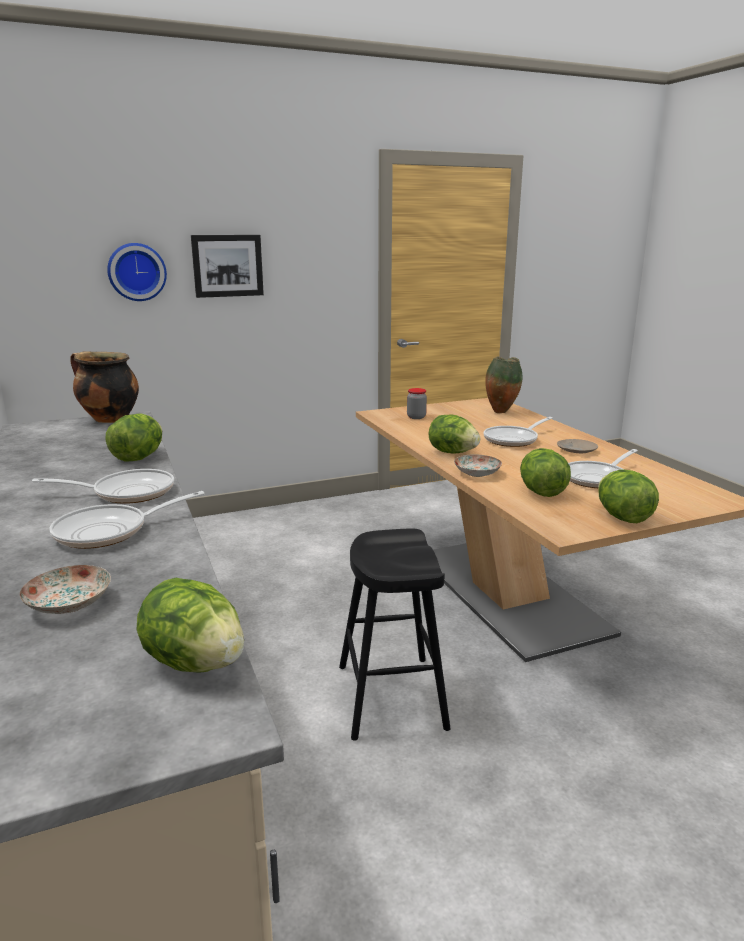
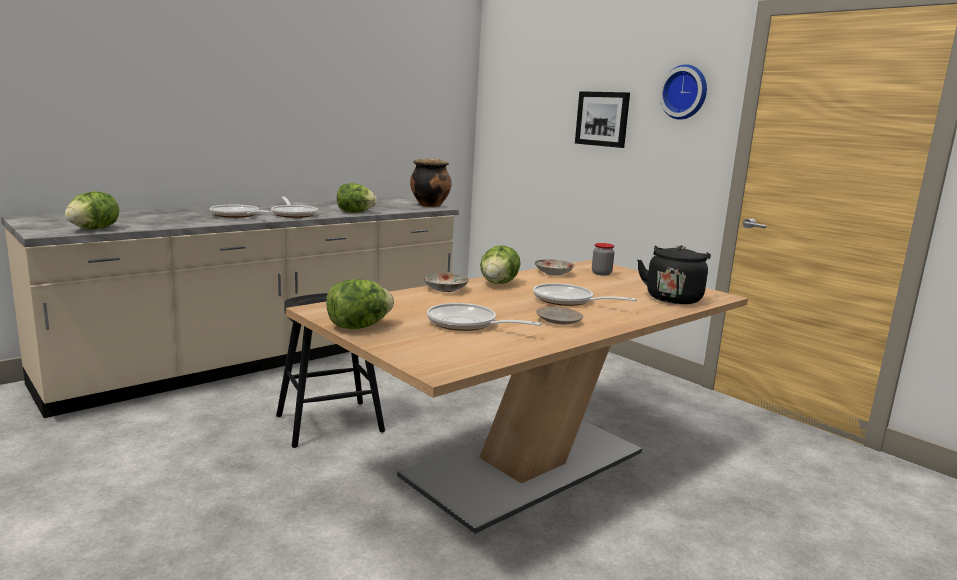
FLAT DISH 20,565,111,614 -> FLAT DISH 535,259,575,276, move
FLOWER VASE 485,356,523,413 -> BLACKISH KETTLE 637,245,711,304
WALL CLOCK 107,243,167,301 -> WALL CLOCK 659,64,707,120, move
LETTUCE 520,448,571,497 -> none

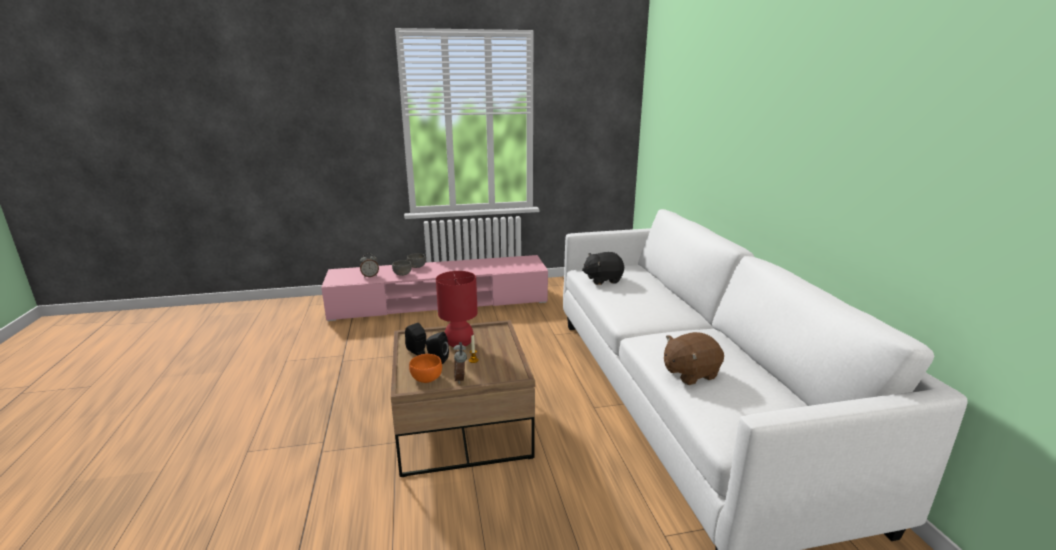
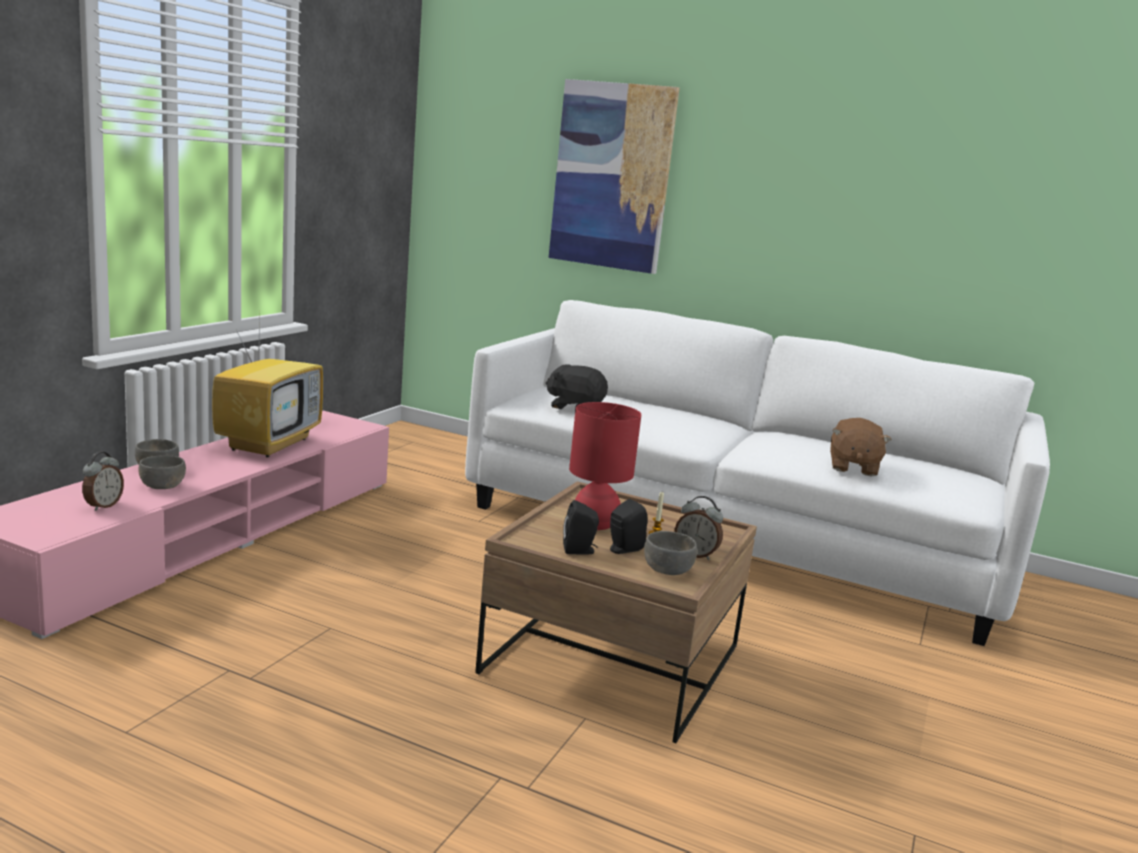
none -> TELEVISION 212,303,323,457
BLACKISH PLUSH TOY 582,252,624,285 -> BLACKISH PLUSH TOY 546,364,608,410, 90 degrees clockwise
none -> PICTURE 549,79,680,274
ORANGEY BOWL 409,354,442,383 -> GREY BOWL 644,531,697,575

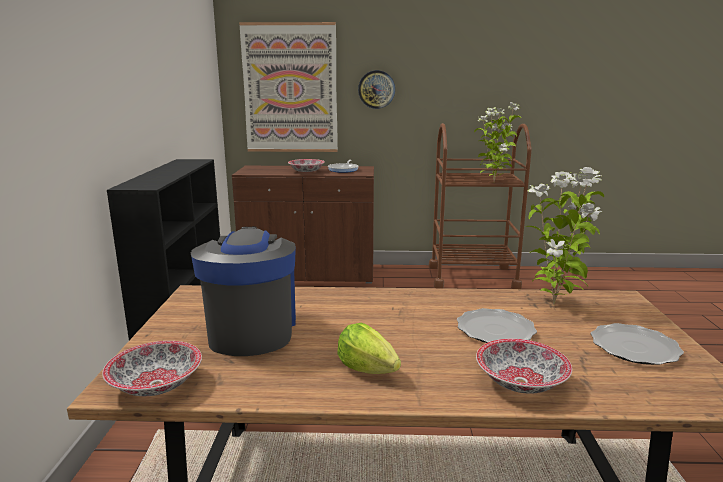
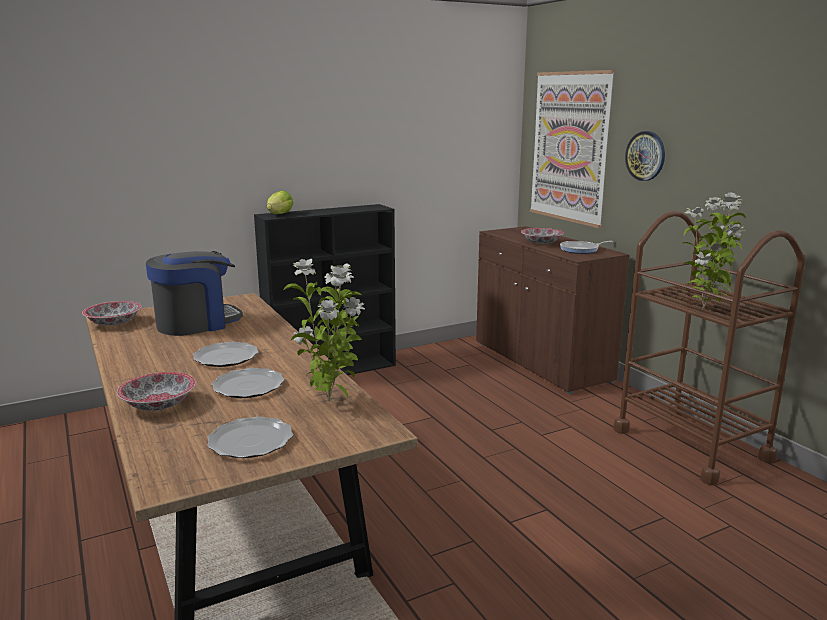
none -> FLAT DISH 193,342,259,367
LETTUCE 337,323,401,374 -> LETTUCE 267,190,294,214, move

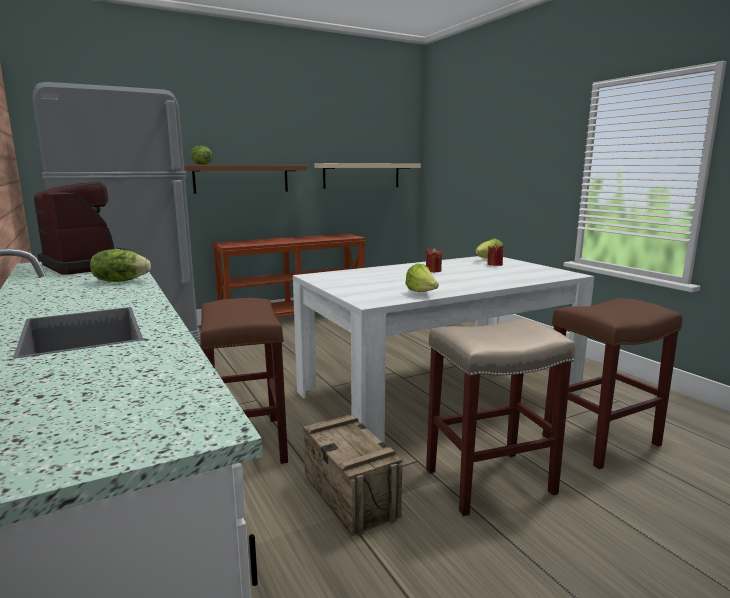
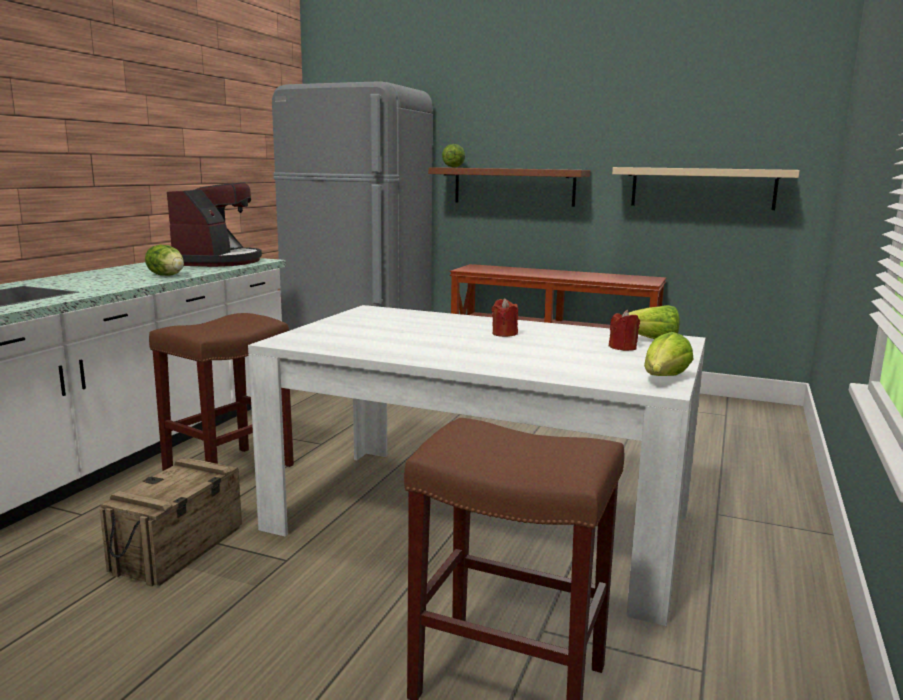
LETTUCE 405,264,439,292 -> LETTUCE 644,332,693,376, move
BEIGE SITTING STOOL 426,319,575,516 -> none

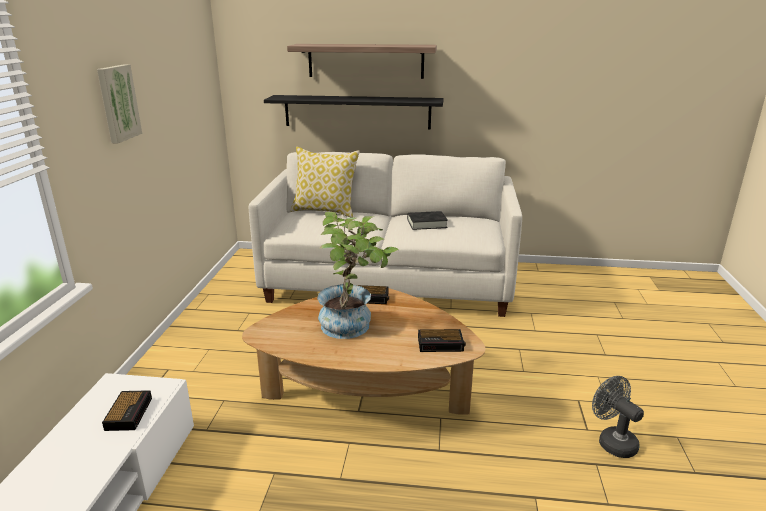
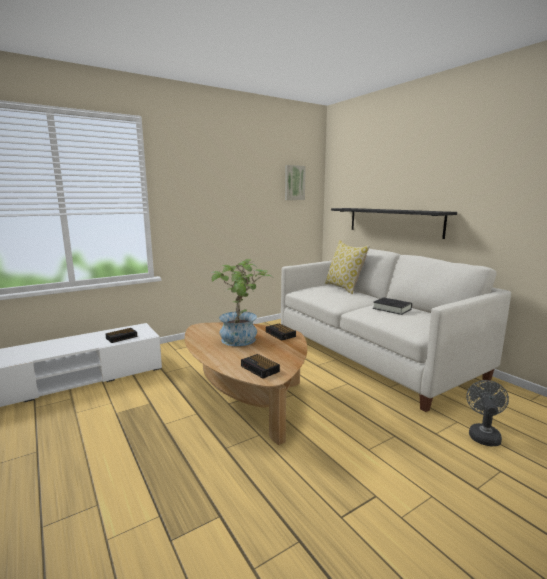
PICTURE 97,64,142,143 -> PICTURE 285,165,306,200, move
GREY ELECTRIC FAN 592,376,644,458 -> GREY ELECTRIC FAN 466,380,509,446, move
WALL SHELF 287,44,437,79 -> none

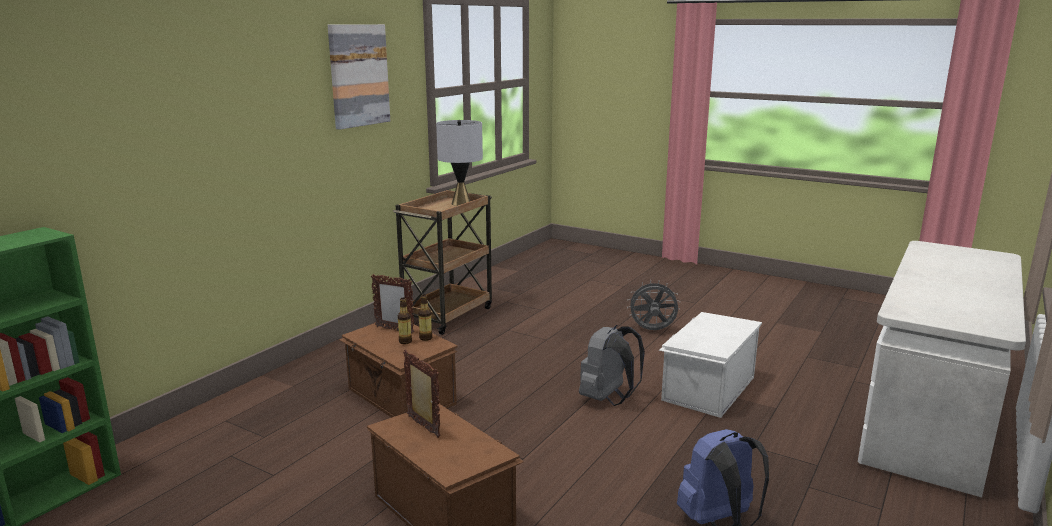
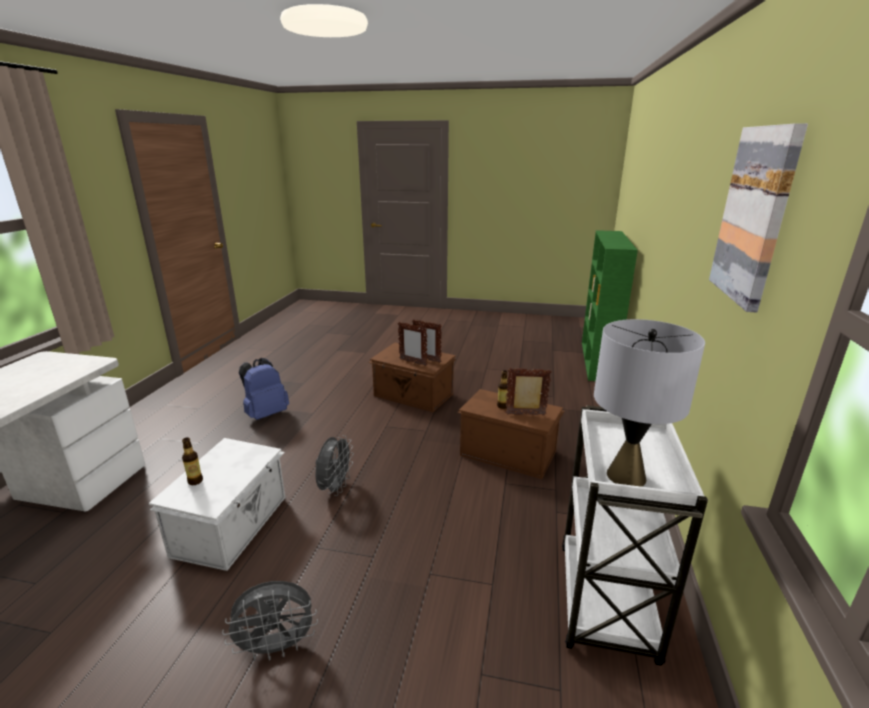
DRINK BOTTLE 418,294,432,341 -> DRINK BOTTLE 182,437,203,485, move
GREY RUCKSACK 579,325,645,406 -> GREY ELECTRIC FAN 315,435,354,496
none -> PHOTO FRAME 398,322,427,366
BROWN WHEELED CART 393,190,492,335 -> WHITE WHEELED CART 562,405,708,666

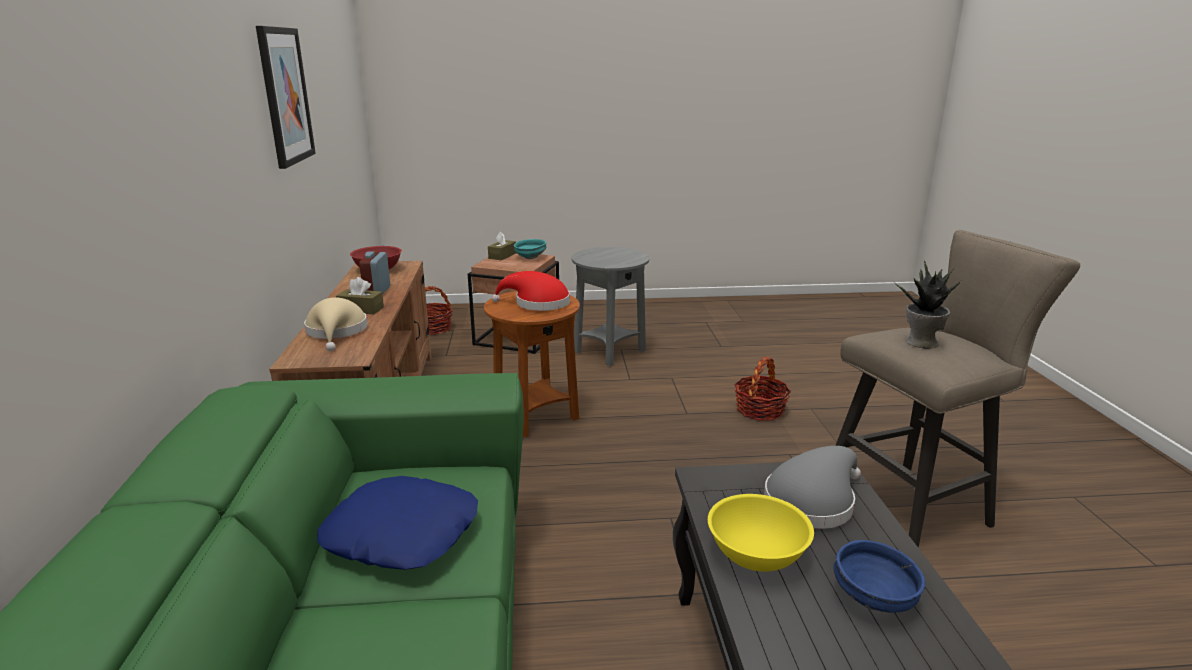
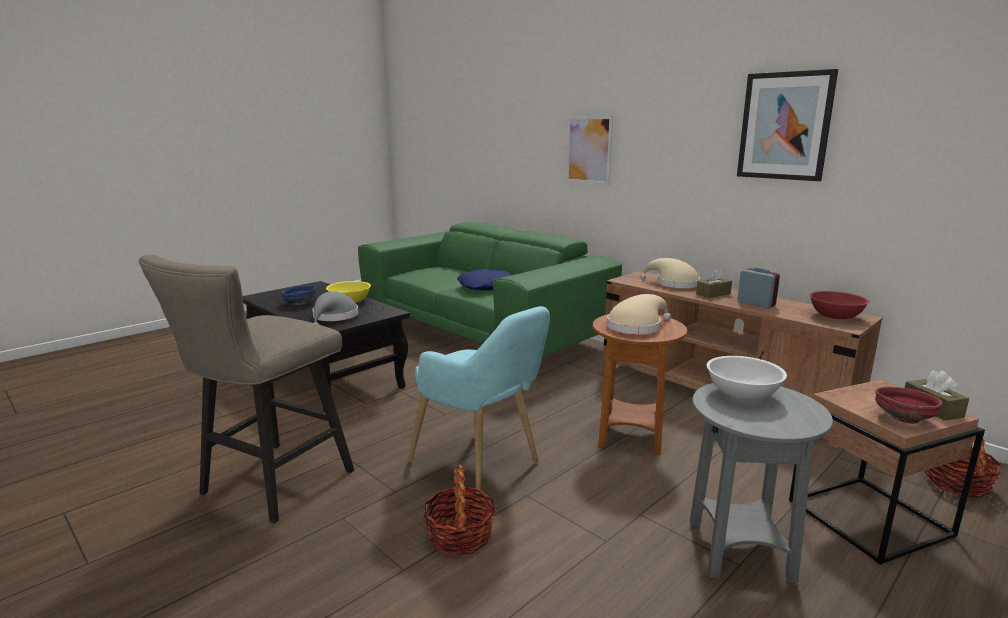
none -> TURQUOISE LOUNGE CHAIR 408,306,550,494
none -> PICTURE 566,116,613,185
RED-COLOURED HAT 492,271,570,311 -> BEIGE HAT 607,294,671,334
none -> WHITE BOWL 707,356,787,401
TURQUOISE BOWL 514,239,546,259 -> RED-COLOURED BOWL 875,387,942,424
PLANT IN A POT 894,261,961,349 -> none

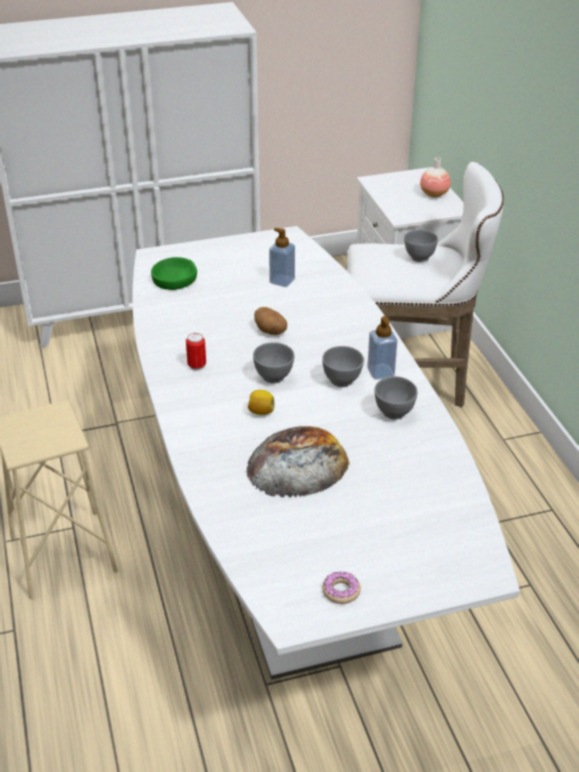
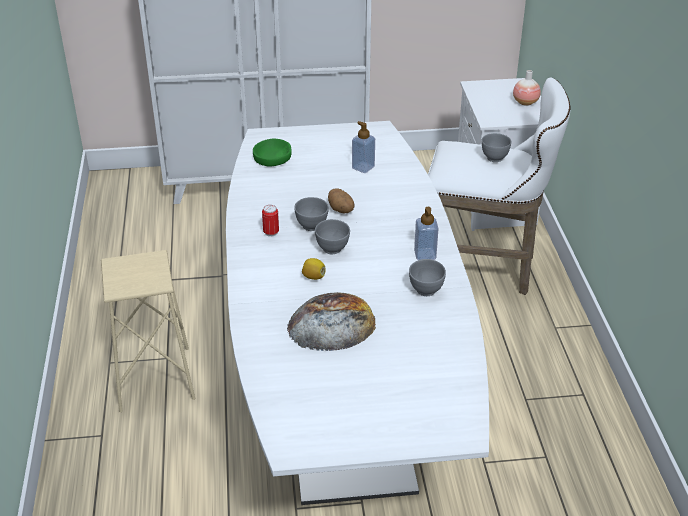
GREY BOWL 322,346,364,387 -> GREY BOWL 294,197,329,231, move
DONUT 322,571,361,604 -> none

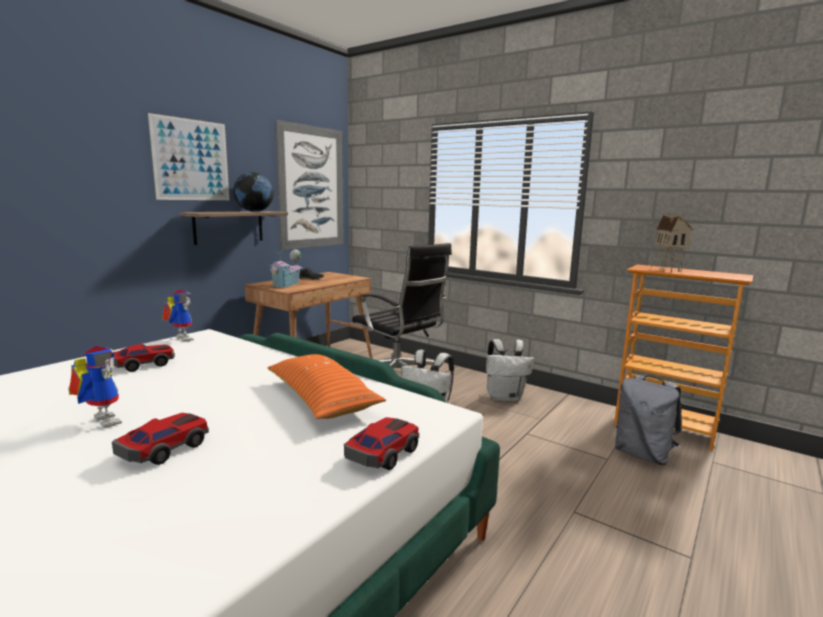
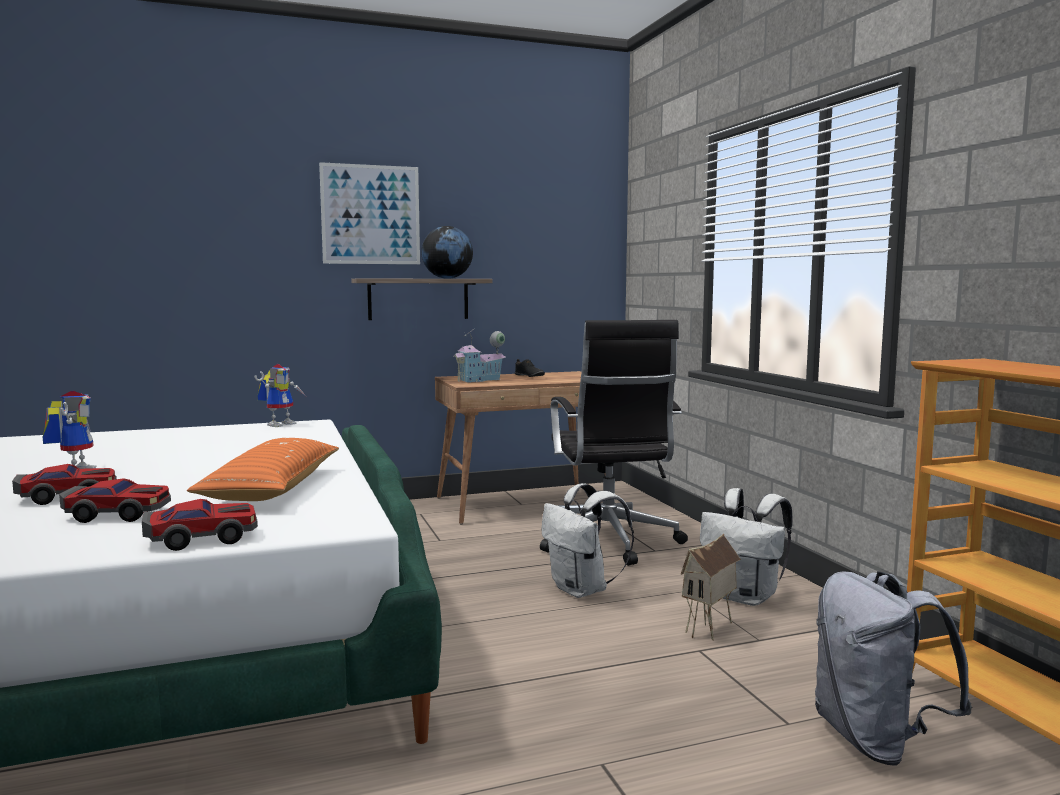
MODEL CAR 114,344,175,372 -> MODEL CAR 59,478,171,523, move
MODEL ROBOT 162,290,194,342 -> MODEL ROBOT 254,364,306,427, 45 degrees clockwise
MINIATURE HOUSE 651,214,694,273 -> MINIATURE HOUSE 681,534,741,641, move
PICTURE 275,120,343,250 -> none

